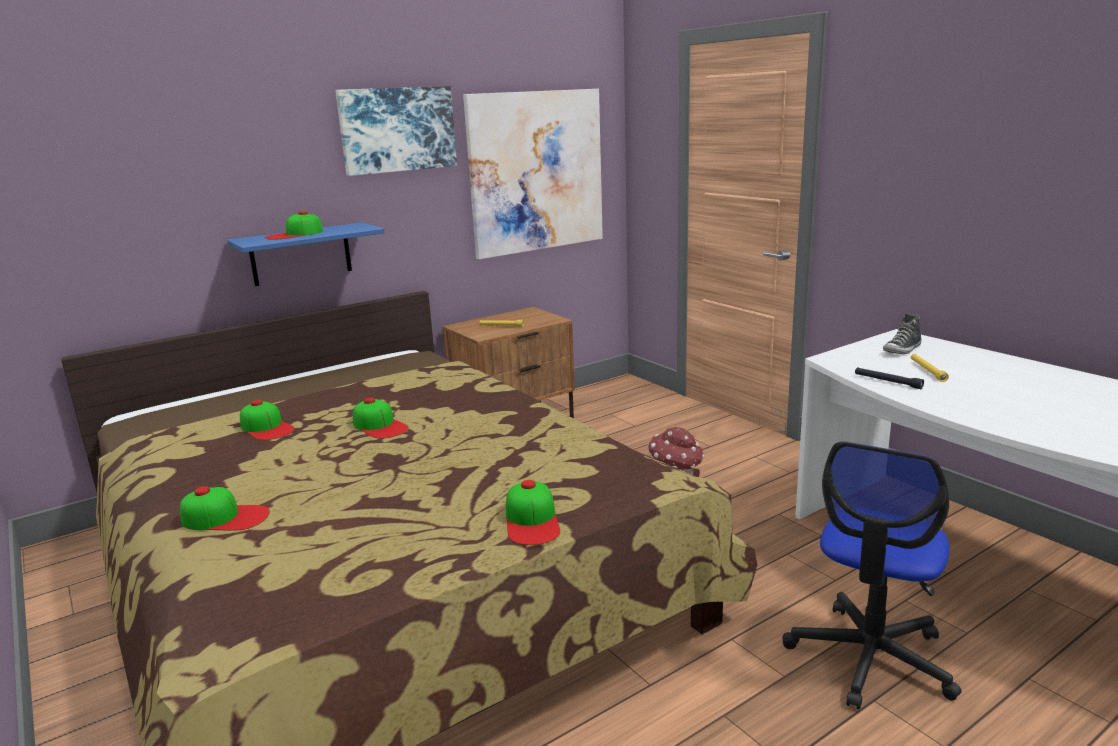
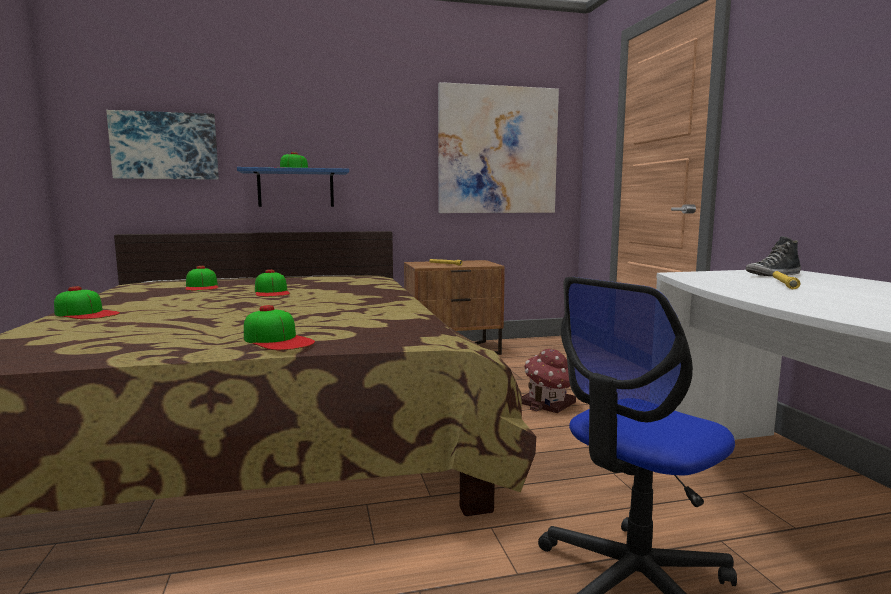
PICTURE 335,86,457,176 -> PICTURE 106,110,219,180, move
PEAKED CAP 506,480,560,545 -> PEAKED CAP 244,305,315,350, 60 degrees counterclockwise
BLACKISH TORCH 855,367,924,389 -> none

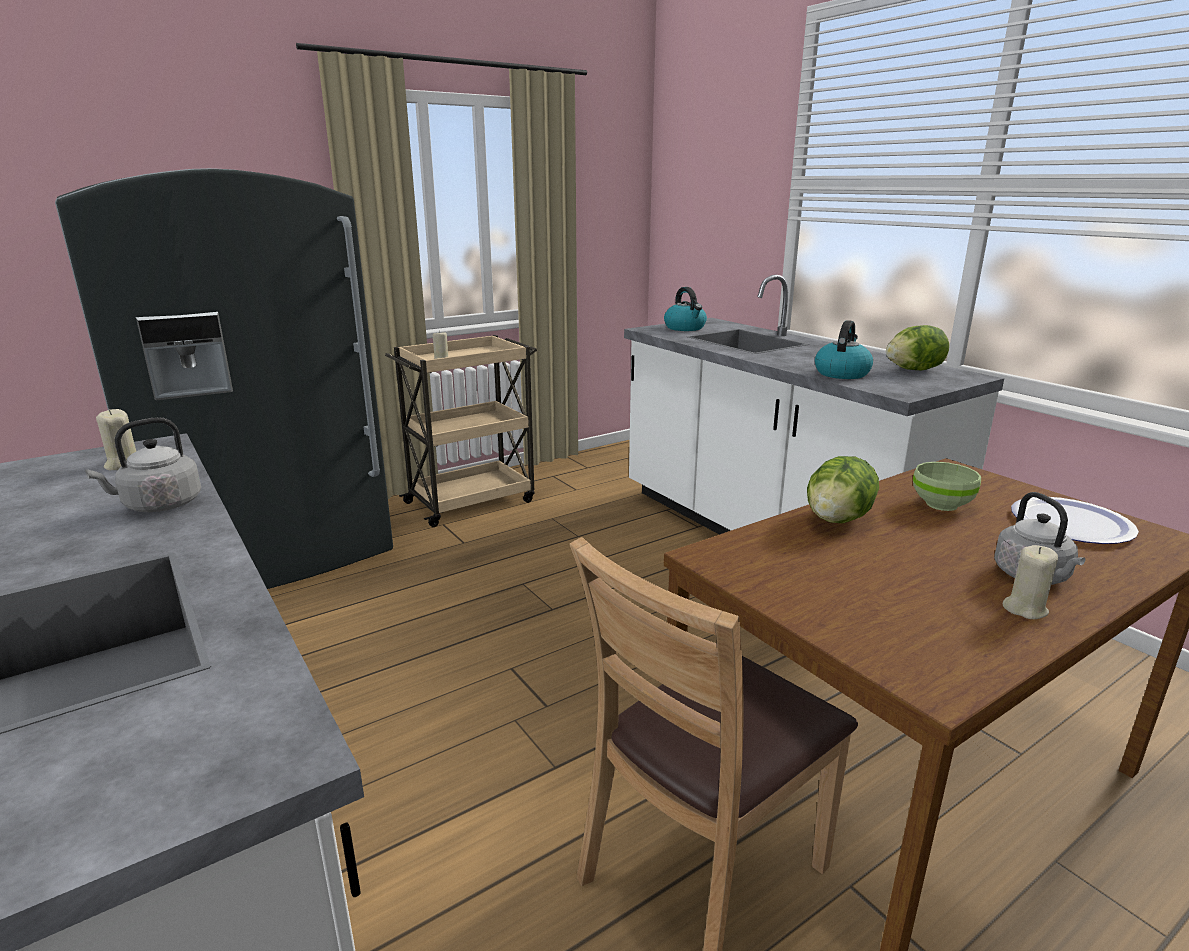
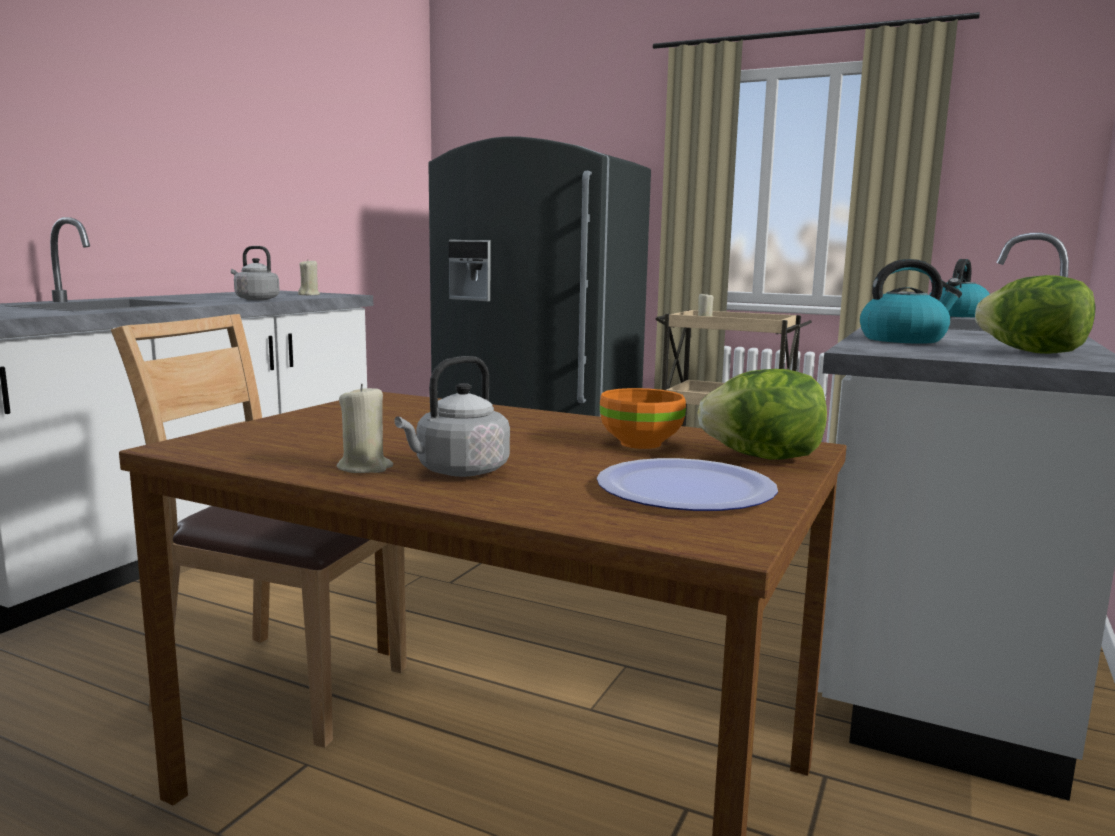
GREEN-COLOURED BOWL 913,462,981,511 -> ORANGEY BOWL 600,388,686,449
LETTUCE 807,456,879,523 -> LETTUCE 697,369,827,460, move

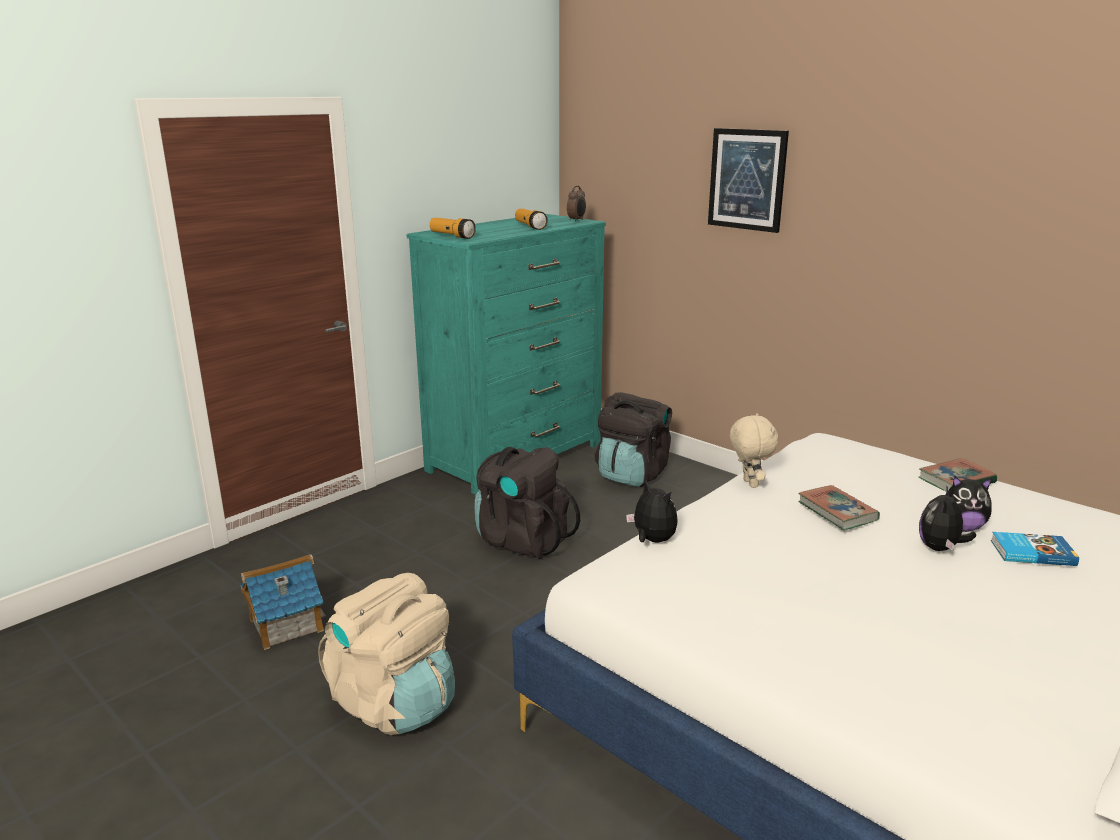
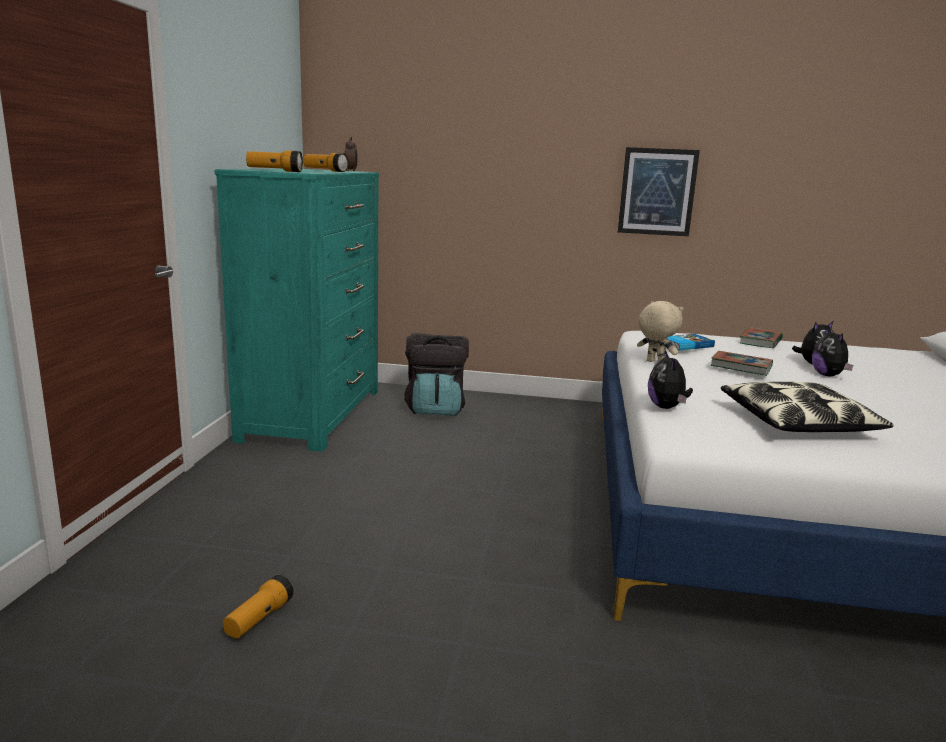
MINIATURE HOUSE 241,554,326,650 -> TORCH 223,575,294,638
PICTURE 708,128,789,233 -> PICTURE 618,147,700,236, move
PLUSH TOY 626,480,678,542 -> PLUSH TOY 648,350,693,409, 105 degrees counterclockwise
VOLUME 991,532,1079,566 -> VOLUME 667,334,715,351, move
none -> PILLOW 721,382,894,432
BEIGE RUCKSACK 318,573,455,735 -> none
BLACKISH RUCKSACK 475,447,580,559 -> none

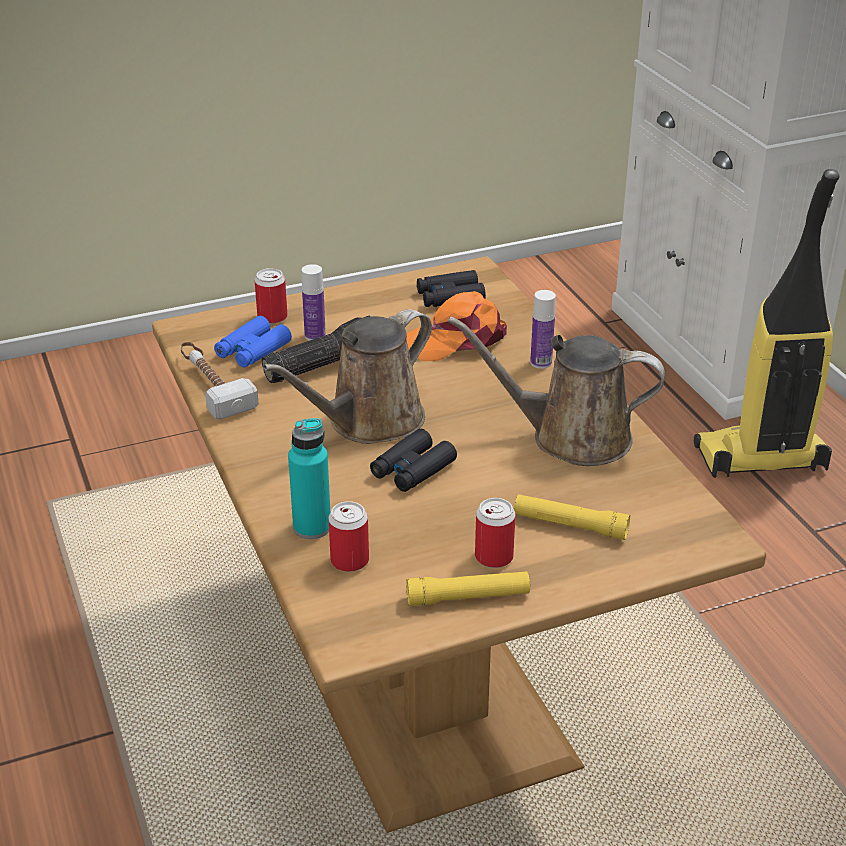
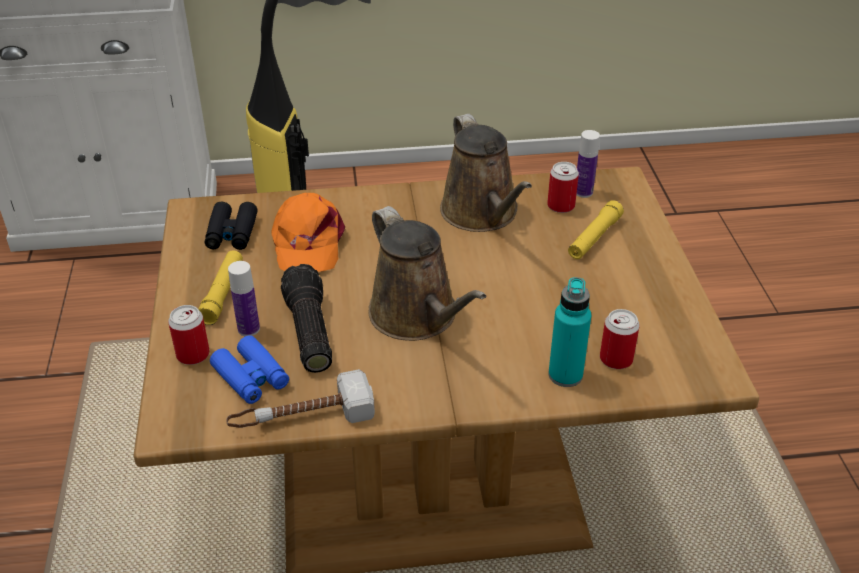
YELLOWISH TORCH 406,572,530,606 -> YELLOWISH TORCH 198,250,243,325, move
BROWN WATERING POT 448,316,665,466 -> BROWN WATERING POT 440,114,532,232, 45 degrees counterclockwise
METAL CAN 475,498,516,568 -> METAL CAN 547,162,579,213, move
DRINK BOTTLE 530,290,556,369 -> DRINK BOTTLE 576,130,600,198, move
BLACKISH BINOCULARS 370,429,457,492 -> none

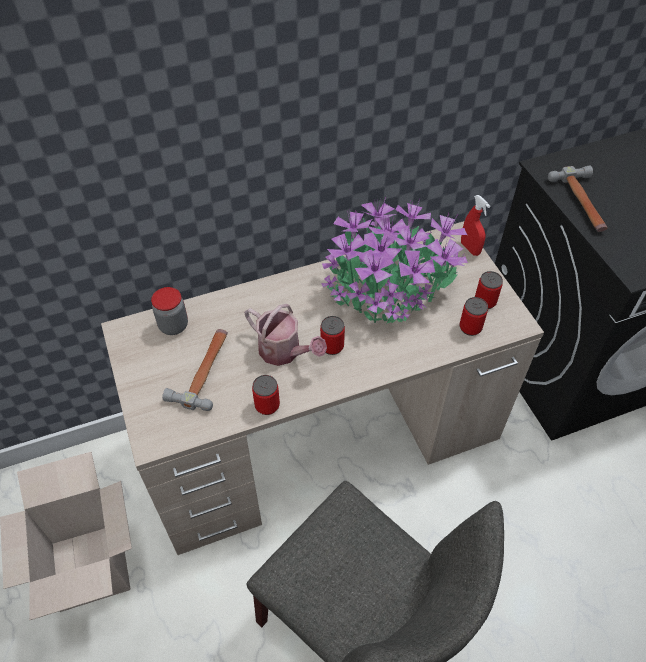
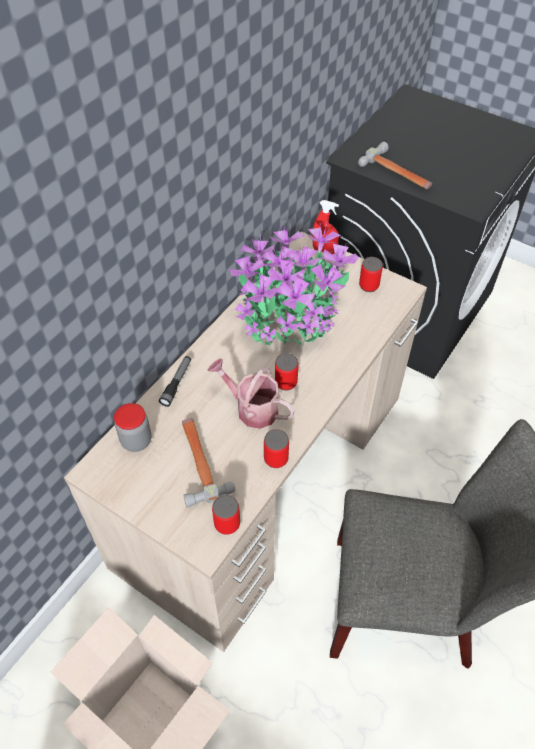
none -> TORCH 159,356,191,407
WATERING POT 244,304,327,366 -> WATERING POT 208,358,295,429, 150 degrees counterclockwise
METAL CAN 460,297,488,336 -> METAL CAN 212,495,240,535, move

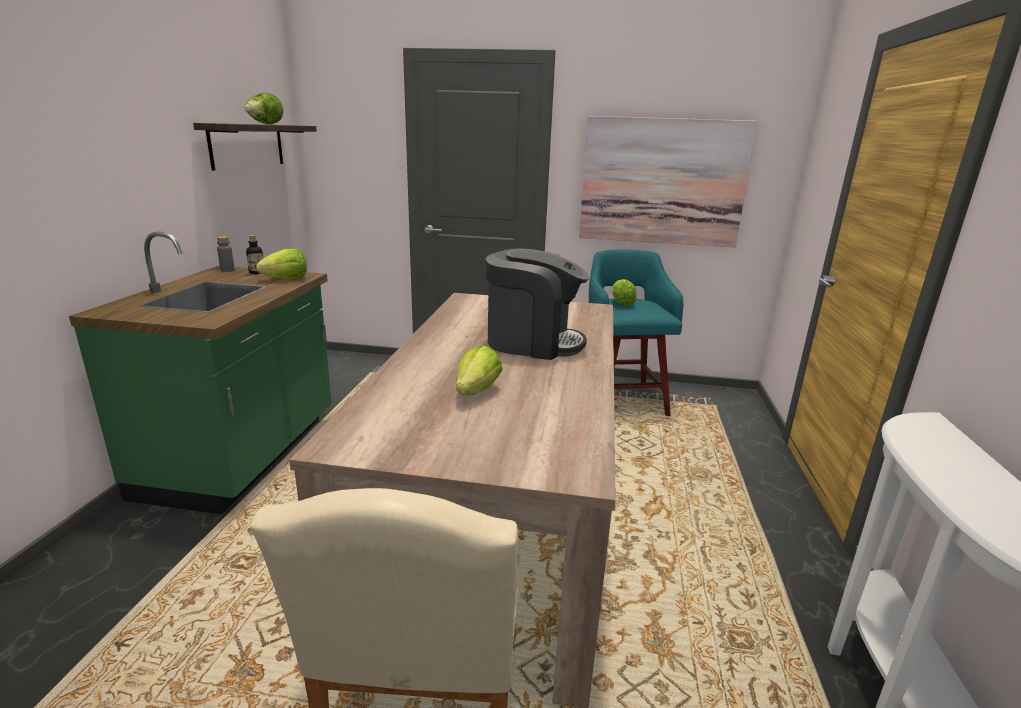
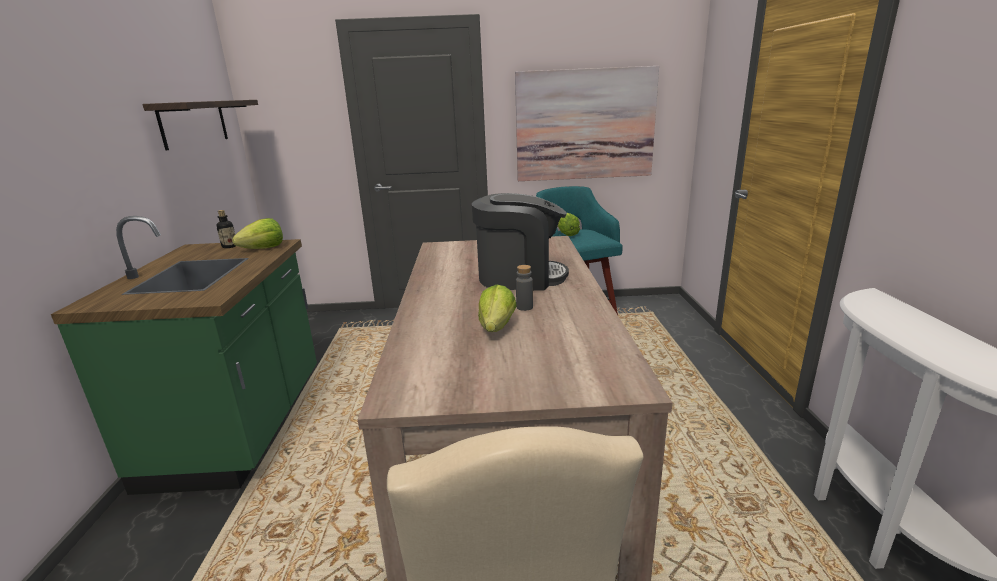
GREY DRINK BOTTLE 217,236,235,272 -> GREY DRINK BOTTLE 516,265,533,311, move
LETTUCE 244,92,283,124 -> none

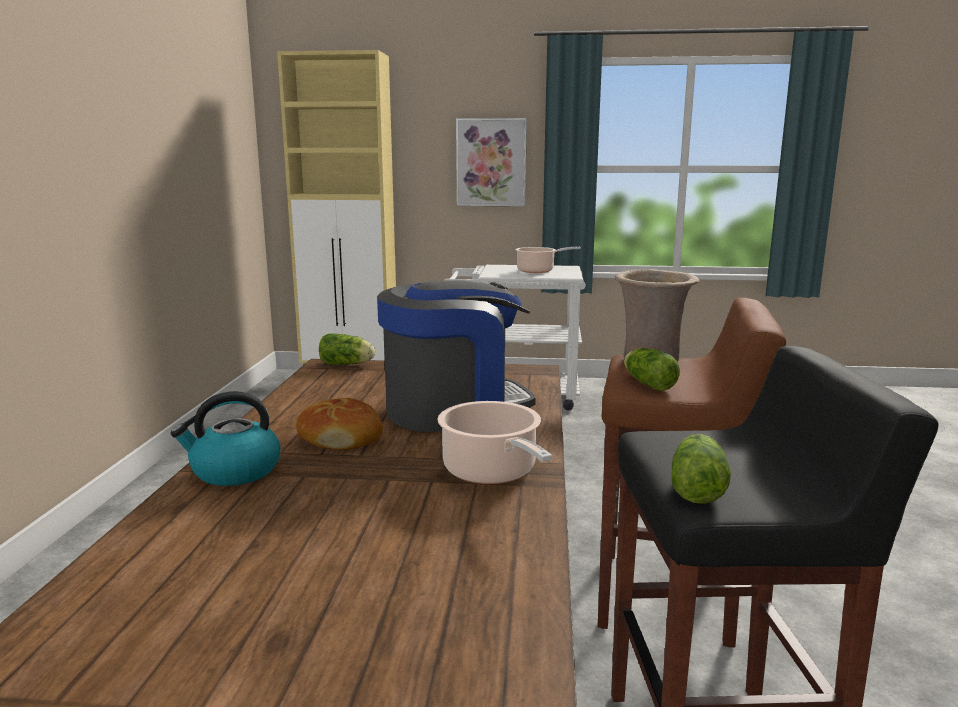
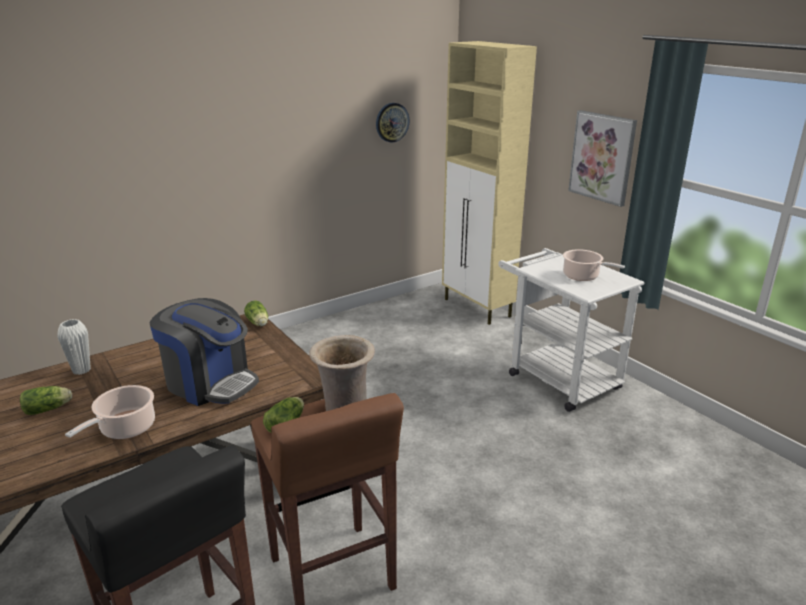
LETTUCE 671,434,731,504 -> LETTUCE 20,386,72,415, move
KETTLE 171,391,281,486 -> WHITE FLOWER VASE 57,319,91,375
none -> WALL CLOCK 376,103,410,143
BAKERY BREAD 296,398,383,450 -> none

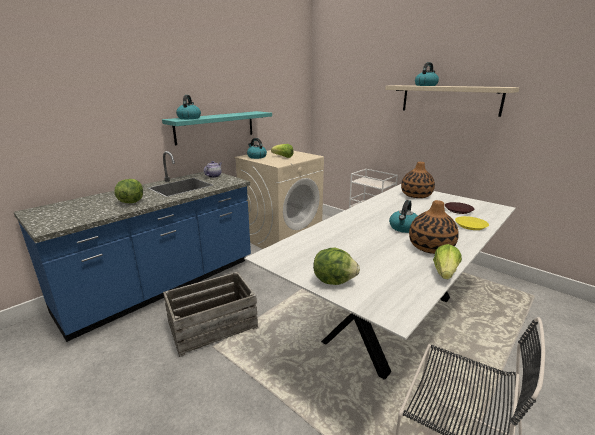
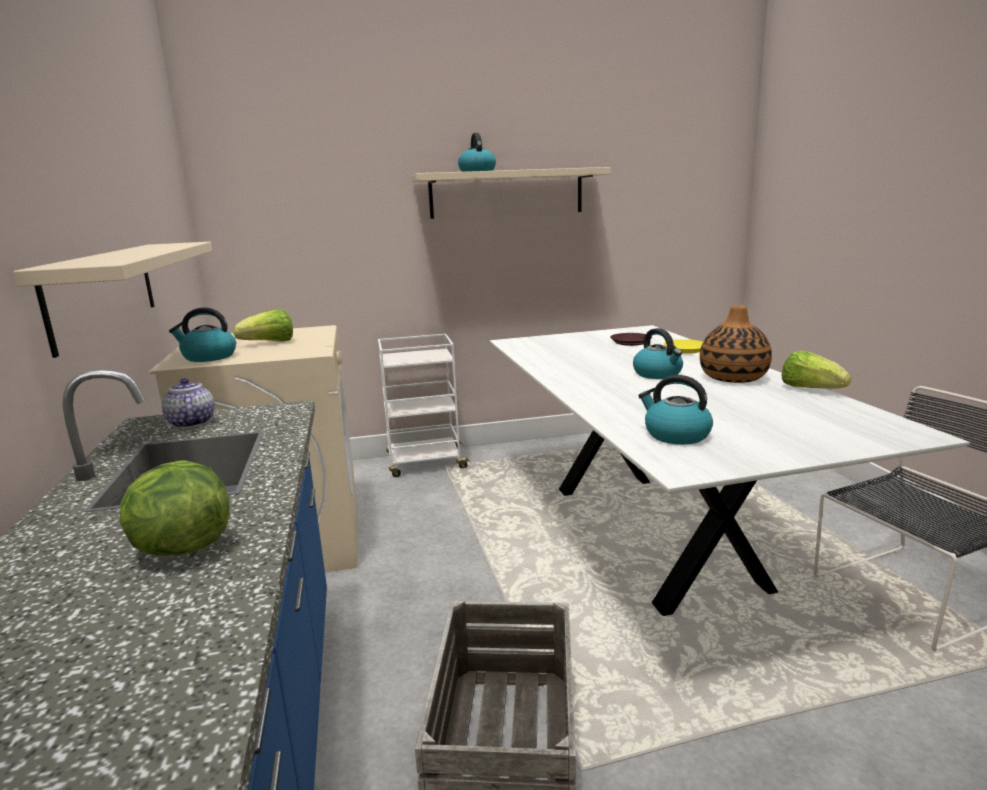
TURQUOISE WALL SHELF 162,111,272,146 -> BEIGE WALL SHELF 13,242,212,358
KETTLE 176,95,201,119 -> KETTLE 638,375,713,445, move
LETTUCE 313,248,360,285 -> none
FLOWER VASE 401,162,435,198 -> none

